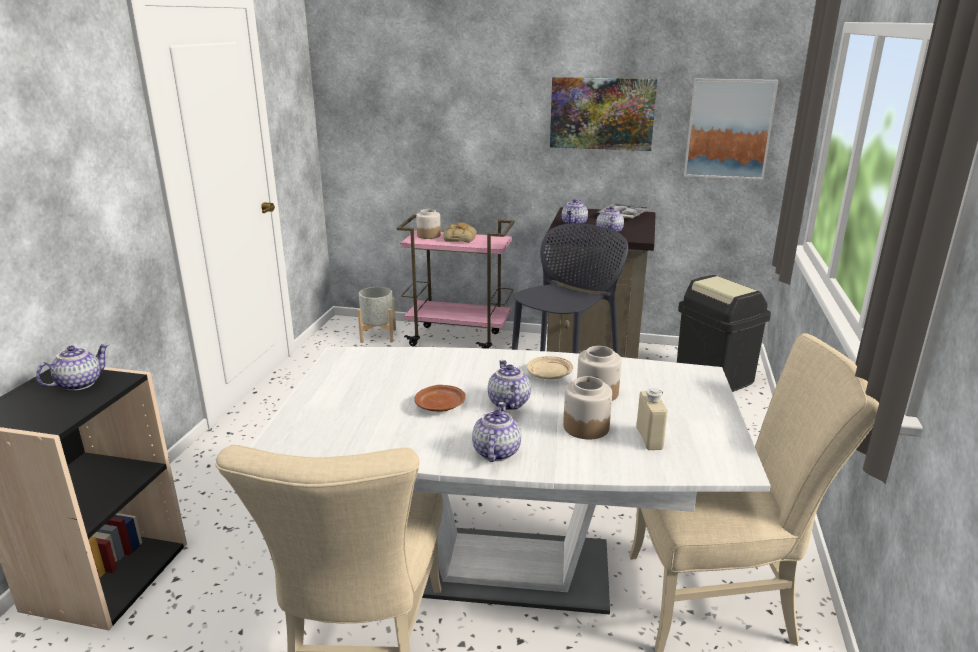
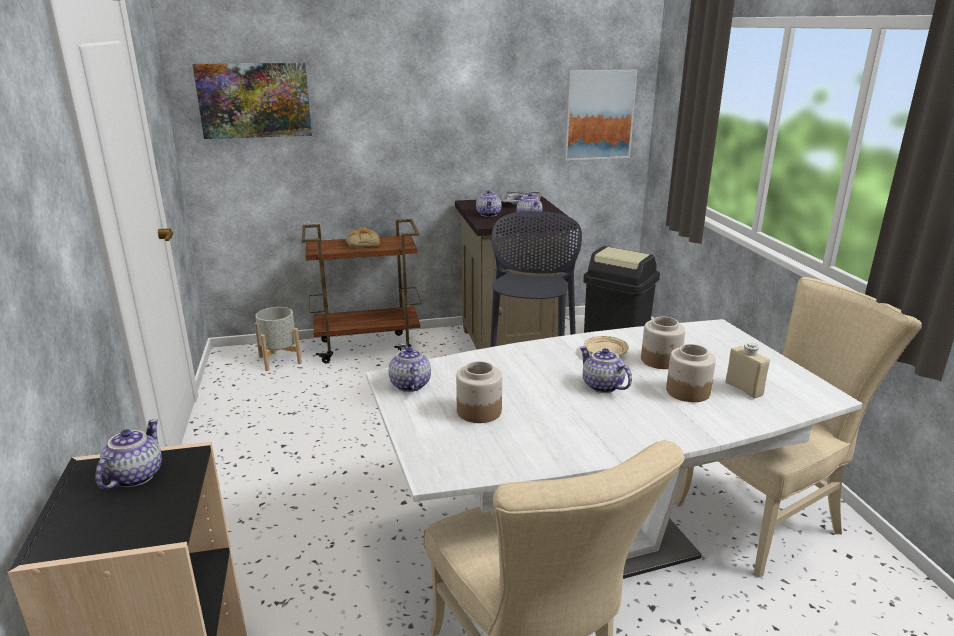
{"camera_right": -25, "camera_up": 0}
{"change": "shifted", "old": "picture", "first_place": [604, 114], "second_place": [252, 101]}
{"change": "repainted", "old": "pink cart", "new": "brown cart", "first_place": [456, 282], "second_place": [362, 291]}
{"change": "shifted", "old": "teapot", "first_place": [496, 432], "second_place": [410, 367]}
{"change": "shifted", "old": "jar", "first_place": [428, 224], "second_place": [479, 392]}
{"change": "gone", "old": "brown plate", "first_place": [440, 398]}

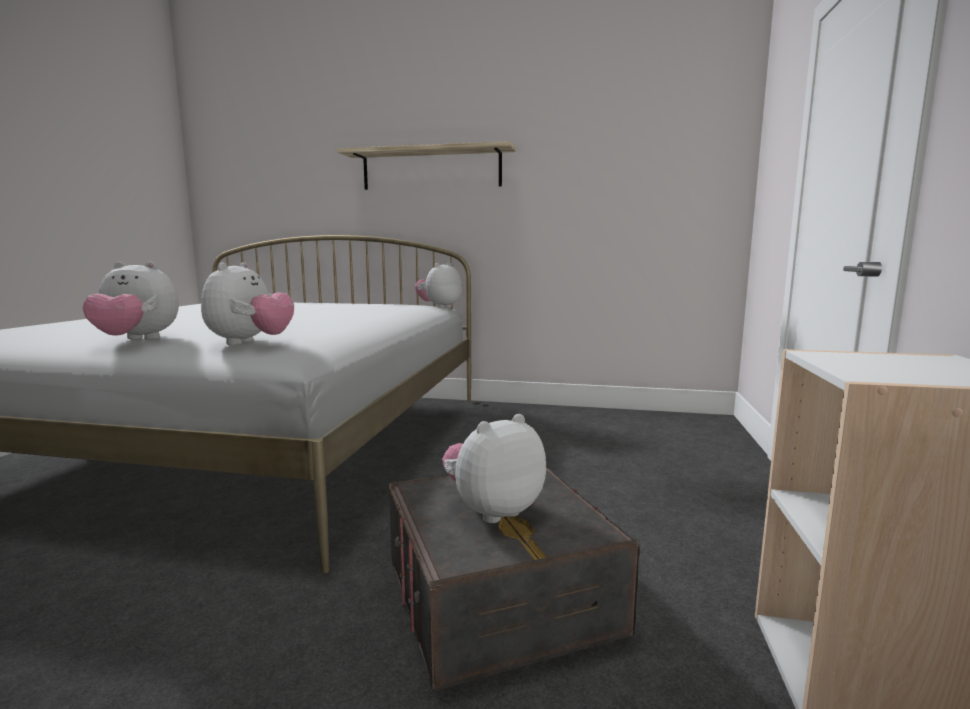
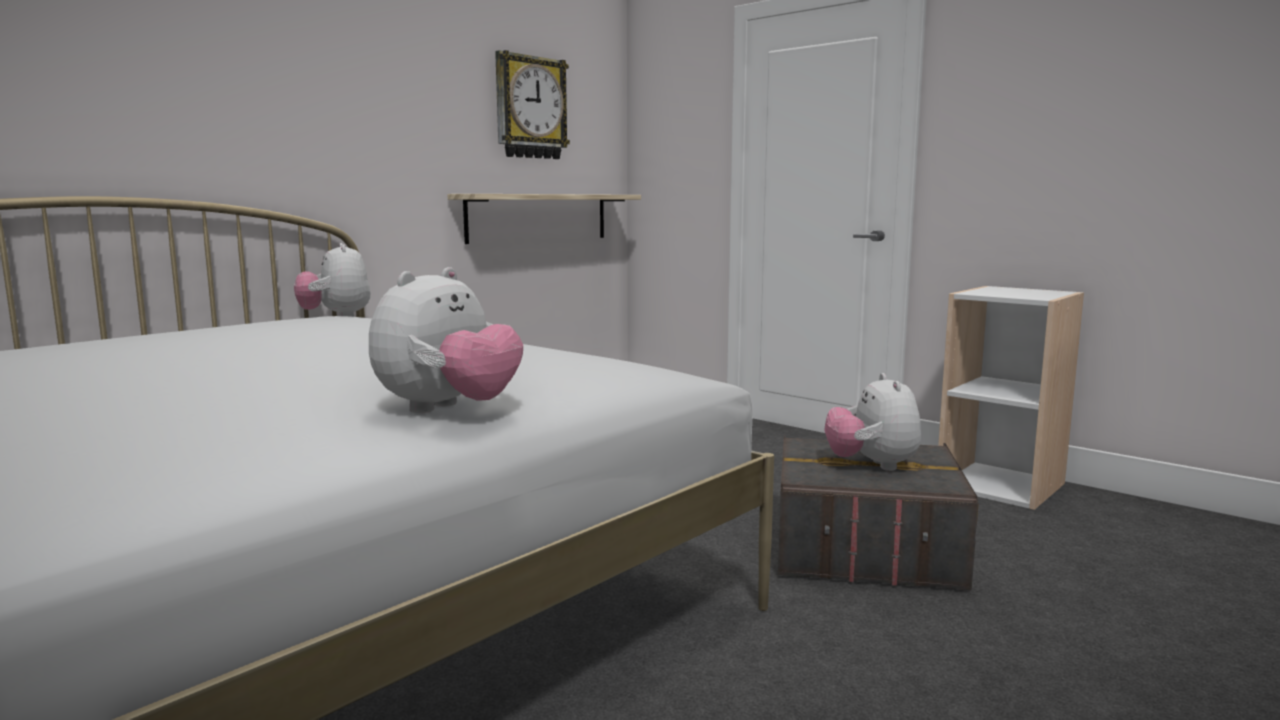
{"camera_right": -60, "camera_up": 0}
{"change": "shifted", "old": "shelf", "first_place": [426, 165], "second_place": [544, 219]}
{"change": "new", "new": "wall clock", "second_place": [532, 104]}
{"change": "gone", "old": "plush toy", "first_place": [247, 303]}

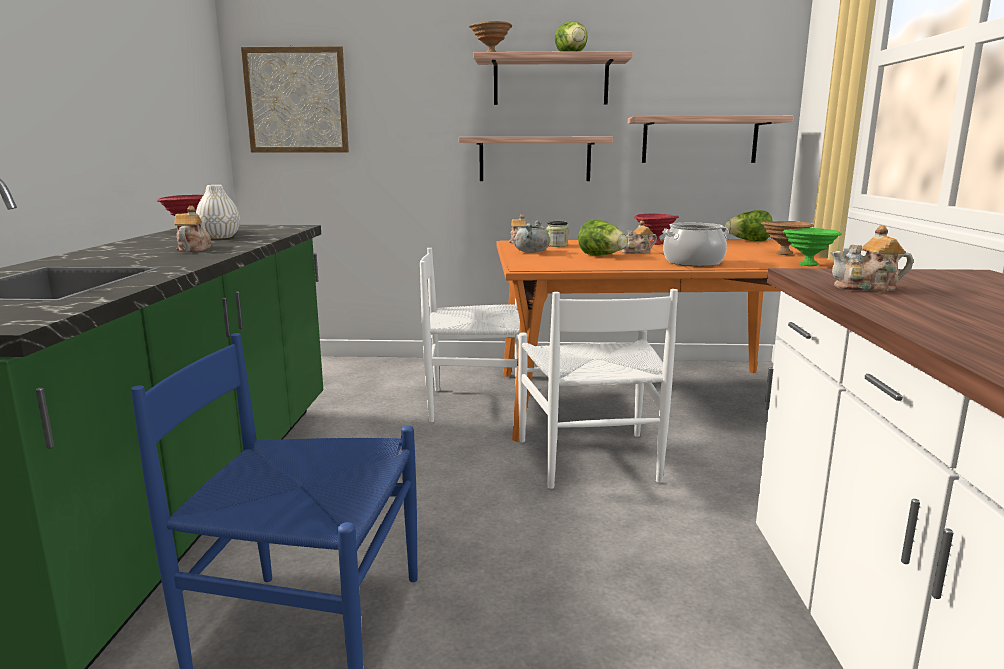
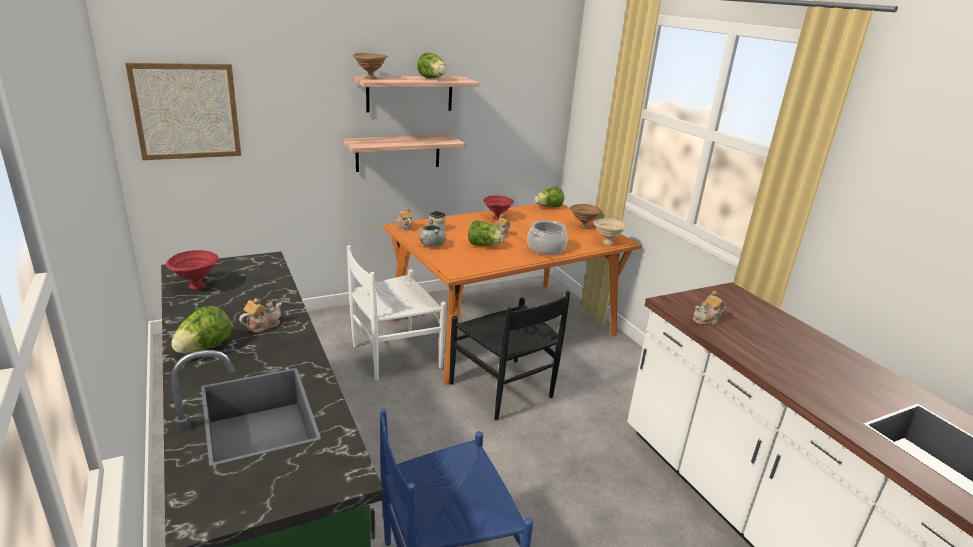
{"camera_right": -30, "camera_up": 10}
{"change": "new", "new": "lettuce", "second_place": [201, 330]}
{"change": "rotated", "old": "teapot", "first_place": [192, 229], "second_place": [260, 315], "degrees": 75}
{"change": "repainted", "old": "white chair", "new": "black chair", "first_place": [598, 389], "second_place": [510, 355]}
{"change": "repainted", "old": "green bowl", "new": "beige bowl", "first_place": [812, 247], "second_place": [610, 231]}
{"change": "gone", "old": "white vase", "first_place": [218, 212]}
{"change": "gone", "old": "shelf", "first_place": [710, 139]}

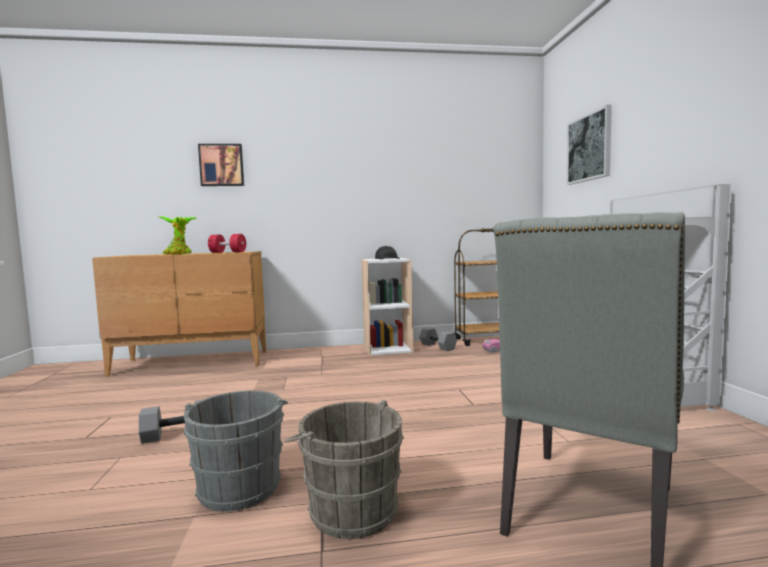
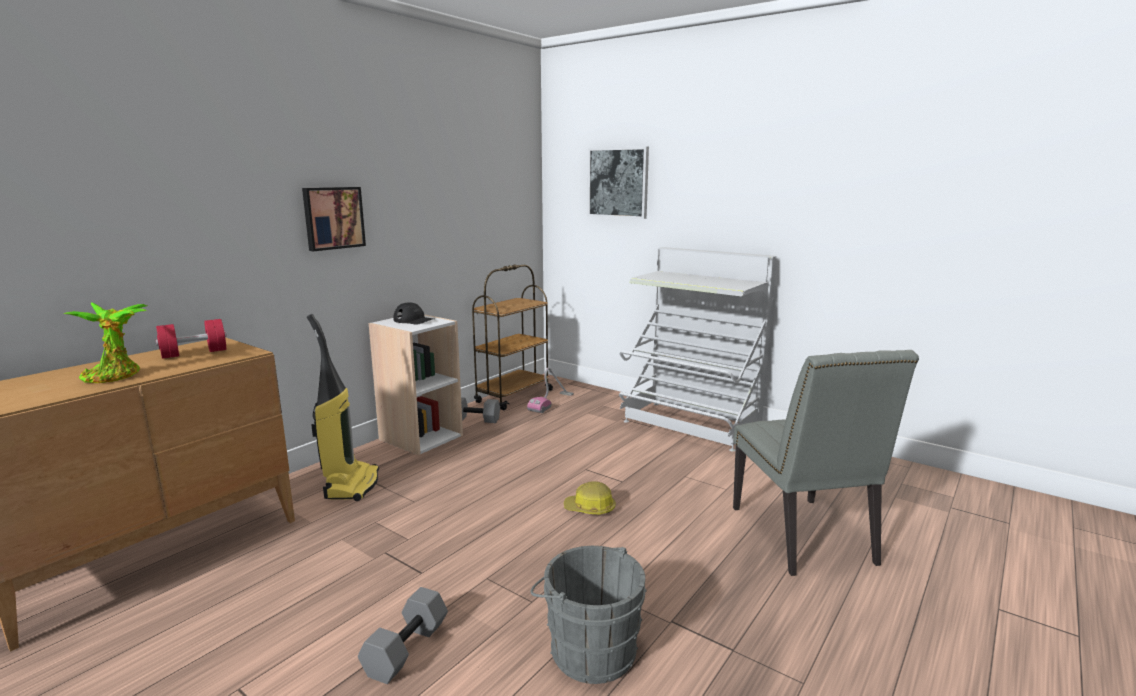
{"camera_right": -45, "camera_up": 10}
{"change": "shifted", "old": "picture", "first_place": [221, 165], "second_place": [334, 219]}
{"change": "new", "new": "vacuum cleaner", "second_place": [343, 407]}
{"change": "new", "new": "hard hat", "second_place": [590, 498]}
{"change": "gone", "old": "grey bucket", "first_place": [344, 469]}

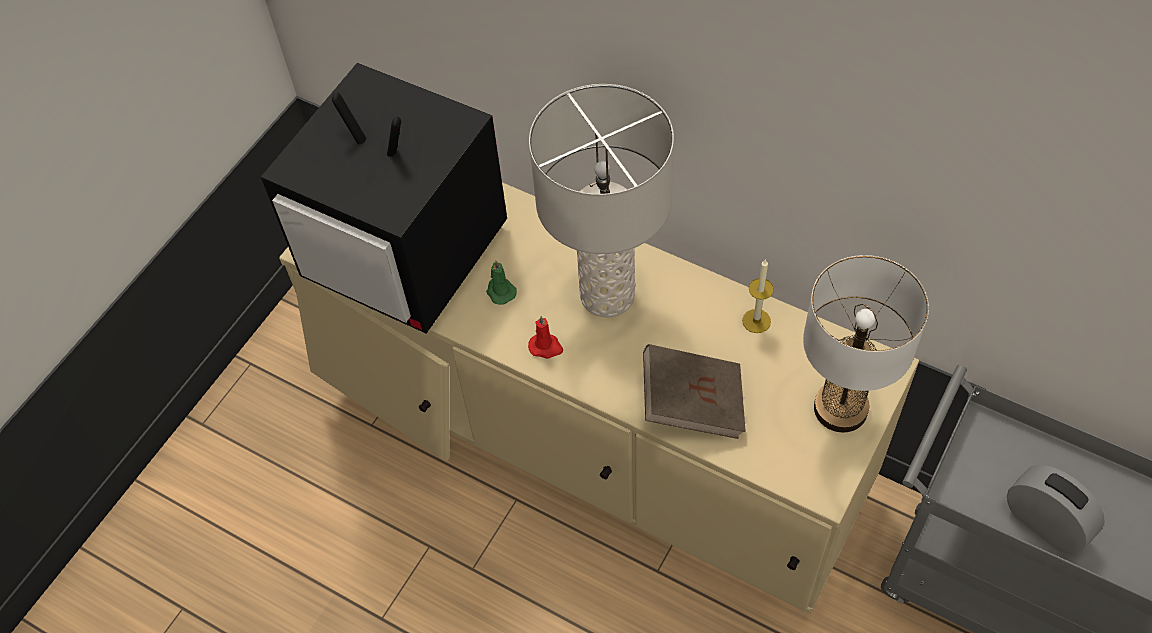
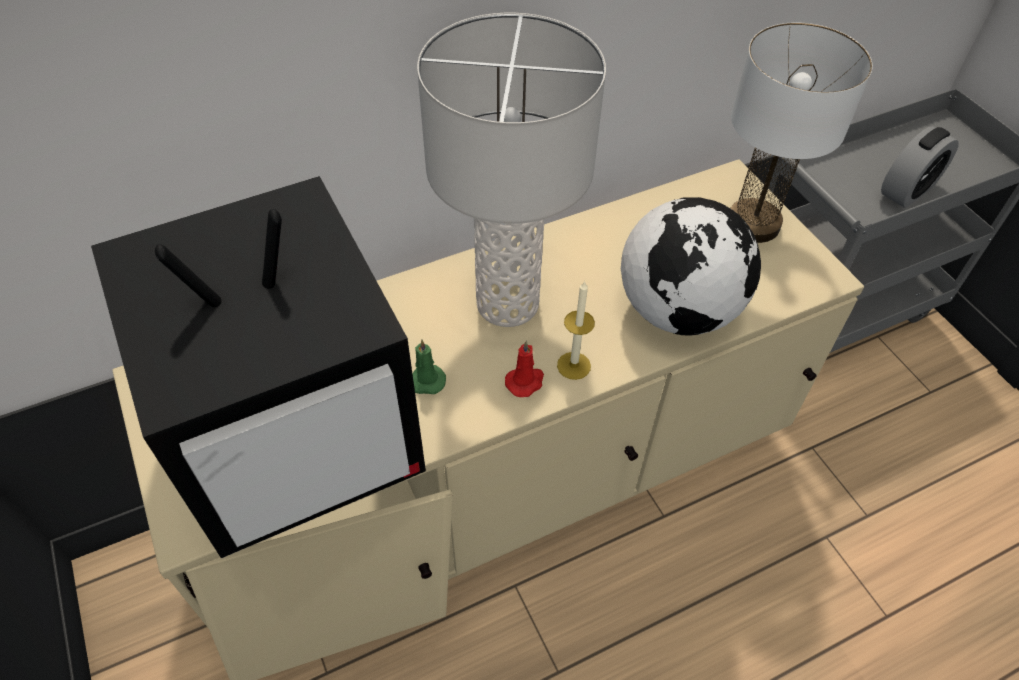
{"camera_right": -60, "camera_up": -5}
{"change": "shifted", "old": "candle", "first_place": [758, 296], "second_place": [576, 330]}
{"change": "swapped", "old": "brown book", "new": "globe", "first_place": [694, 391], "second_place": [691, 266]}
{"change": "rotated", "old": "alarm clock", "first_place": [1056, 509], "second_place": [920, 167], "degrees": 150}

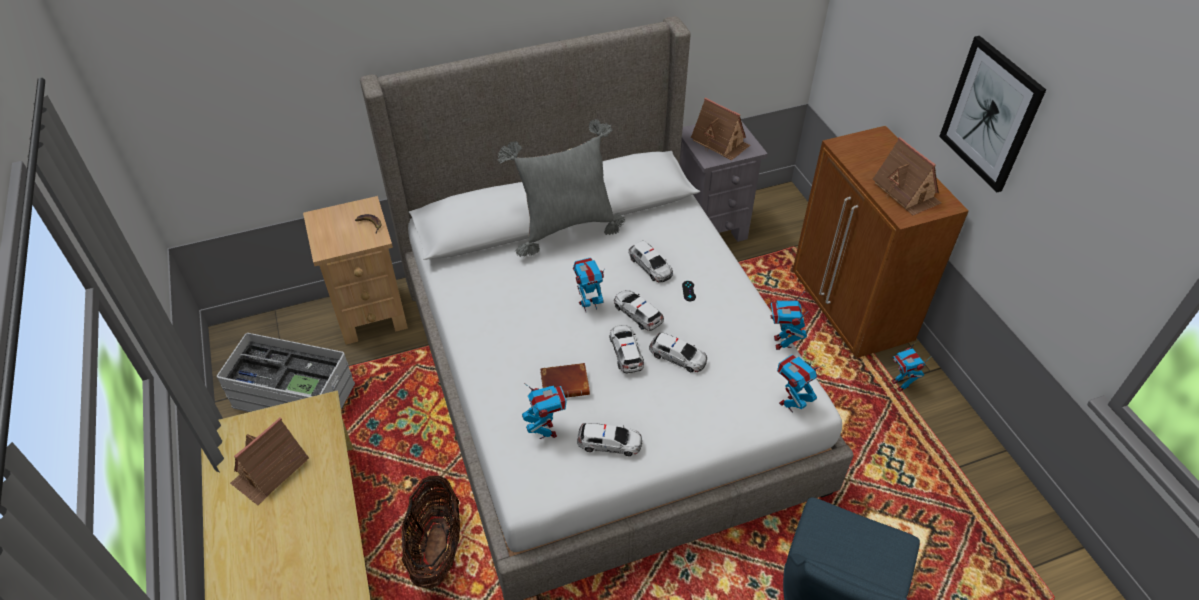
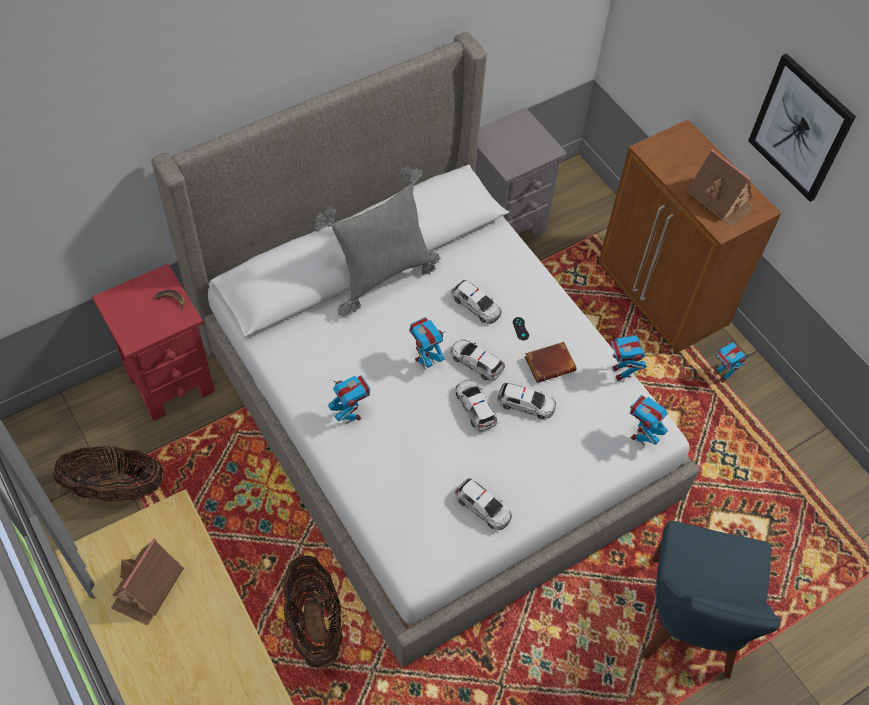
{"camera_right": -15, "camera_up": 10}
{"change": "swapped", "old": "grey storage box", "new": "basket", "first_place": [286, 372], "second_place": [108, 474]}
{"change": "repainted", "old": "beige nightstand", "new": "red nightstand", "first_place": [355, 270], "second_place": [153, 342]}
{"change": "shifted", "old": "toy robot", "first_place": [544, 411], "second_place": [349, 399]}
{"change": "rotated", "old": "toy car", "first_place": [609, 439], "second_place": [483, 504], "degrees": 45}
{"change": "shifted", "old": "brown book", "first_place": [565, 380], "second_place": [550, 362]}
{"change": "gone", "old": "toy house", "first_place": [720, 128]}

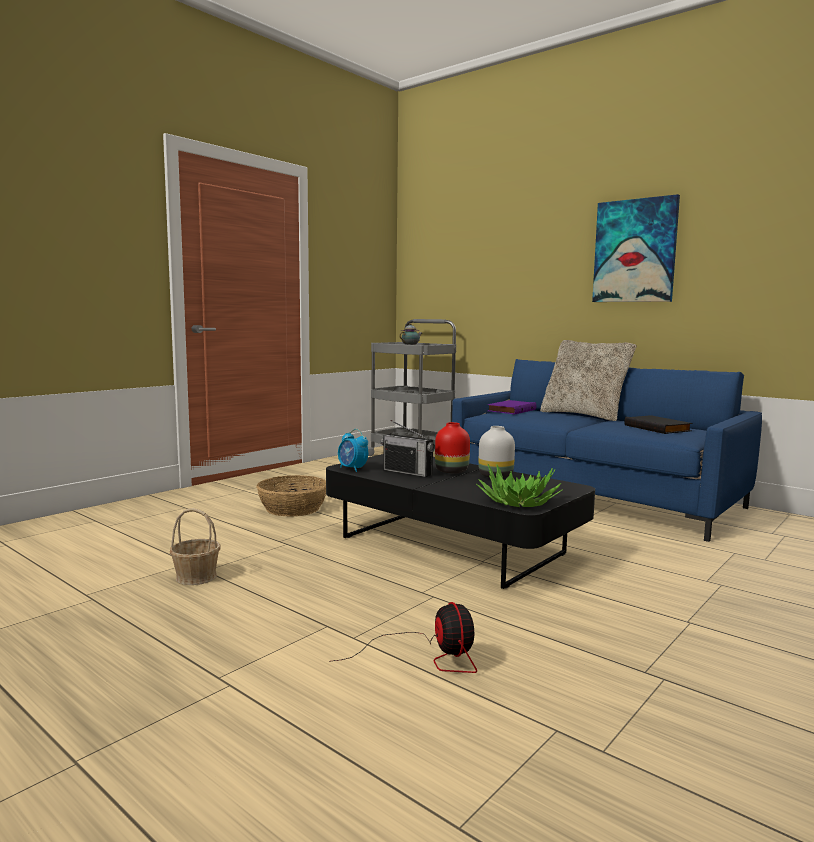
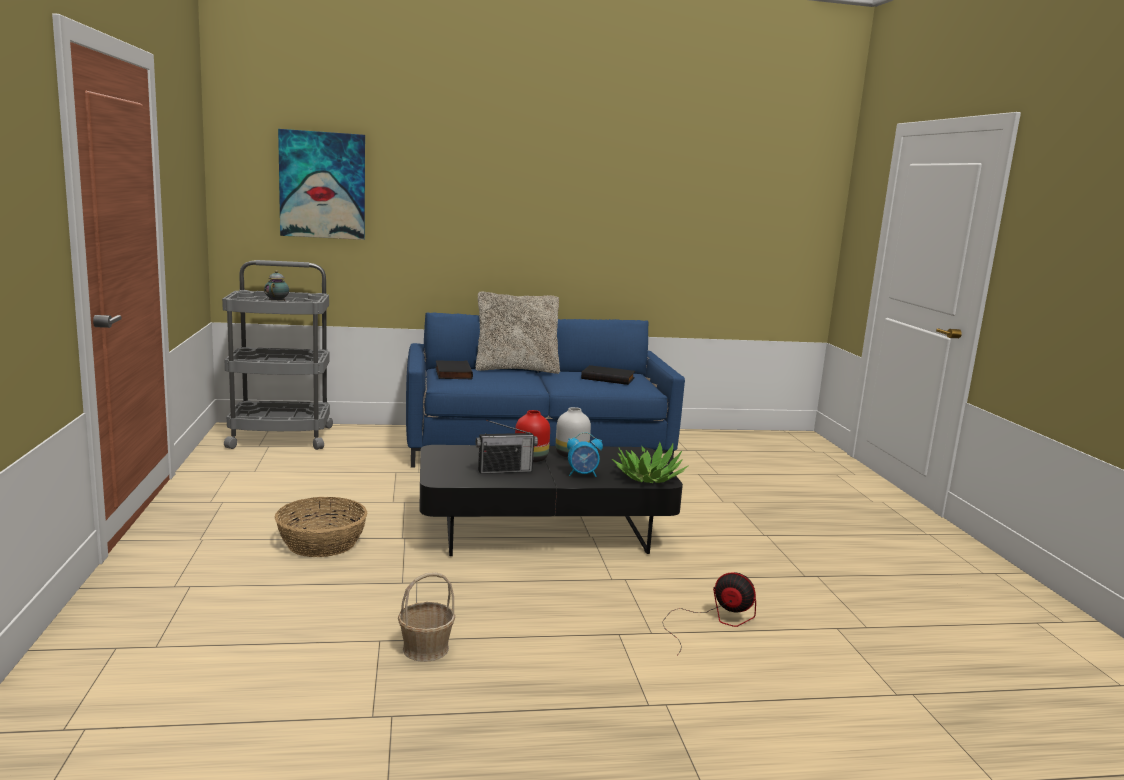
{"camera_right": -50, "camera_up": 5}
{"change": "shifted", "old": "picture", "first_place": [636, 248], "second_place": [321, 184]}
{"change": "repainted", "old": "purple book", "new": "black book", "first_place": [512, 407], "second_place": [454, 370]}
{"change": "shifted", "old": "alarm clock", "first_place": [353, 450], "second_place": [585, 454]}

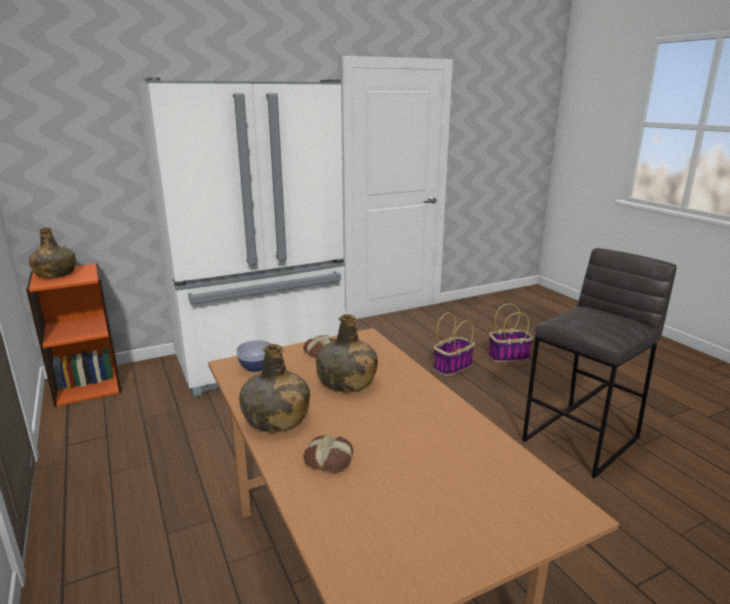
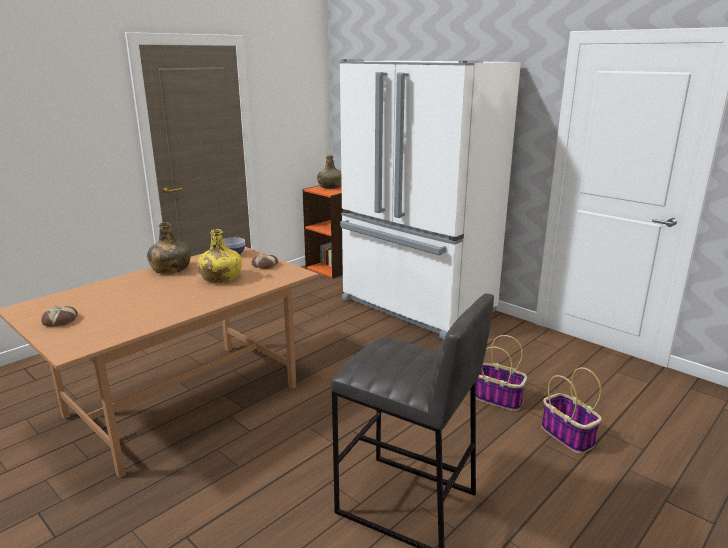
{"camera_right": 70, "camera_up": 0}
{"change": "shifted", "old": "bread", "first_place": [328, 454], "second_place": [59, 316]}
{"change": "repainted", "old": "green bottle", "new": "yellow bottle", "first_place": [347, 353], "second_place": [219, 256]}

